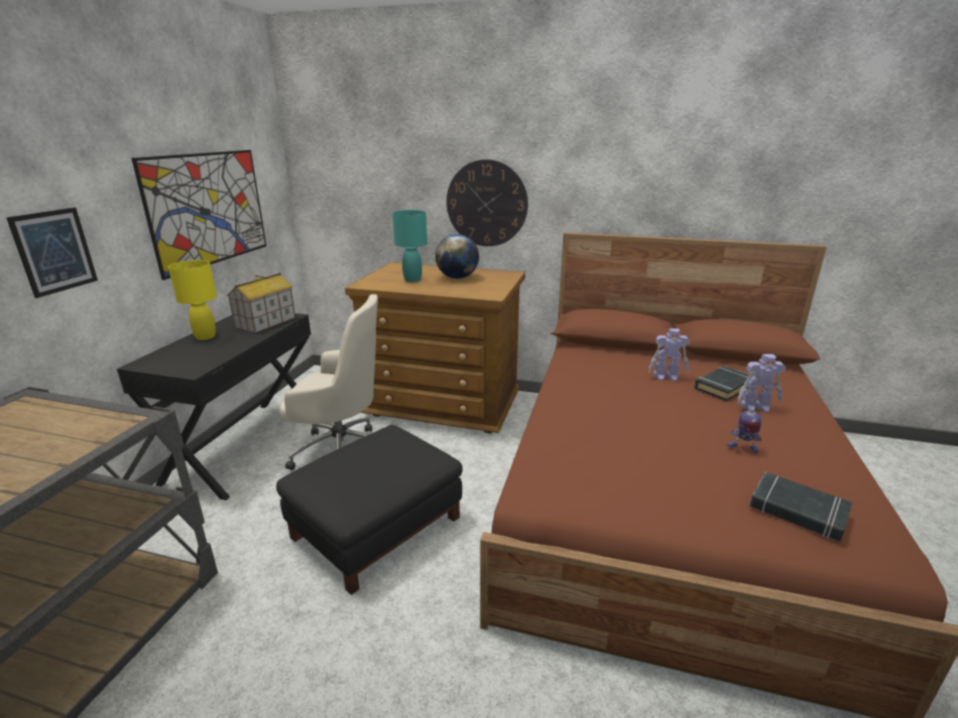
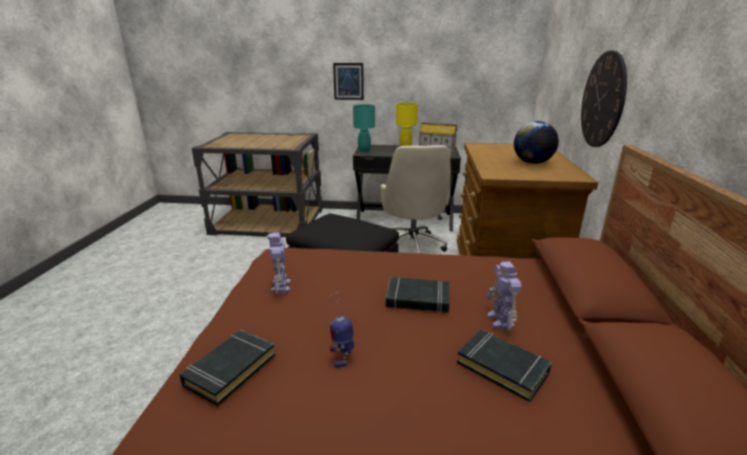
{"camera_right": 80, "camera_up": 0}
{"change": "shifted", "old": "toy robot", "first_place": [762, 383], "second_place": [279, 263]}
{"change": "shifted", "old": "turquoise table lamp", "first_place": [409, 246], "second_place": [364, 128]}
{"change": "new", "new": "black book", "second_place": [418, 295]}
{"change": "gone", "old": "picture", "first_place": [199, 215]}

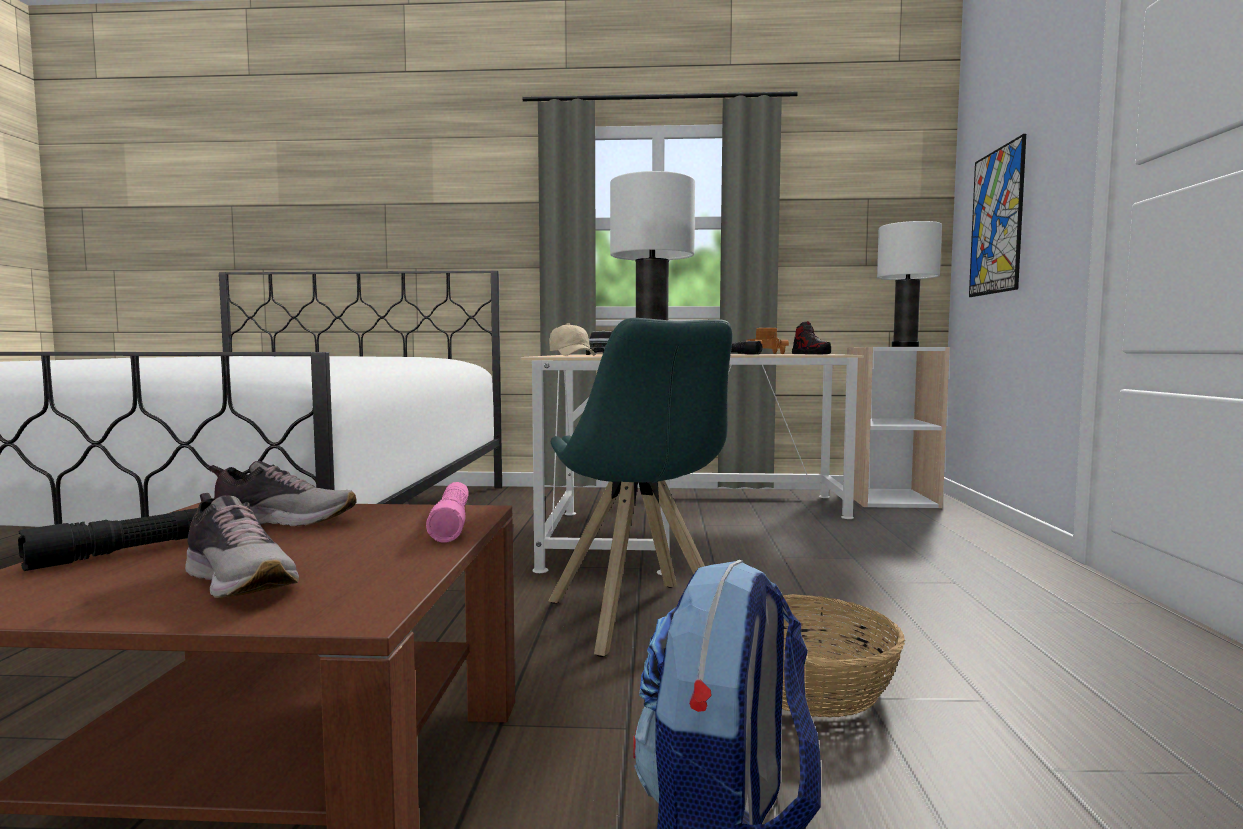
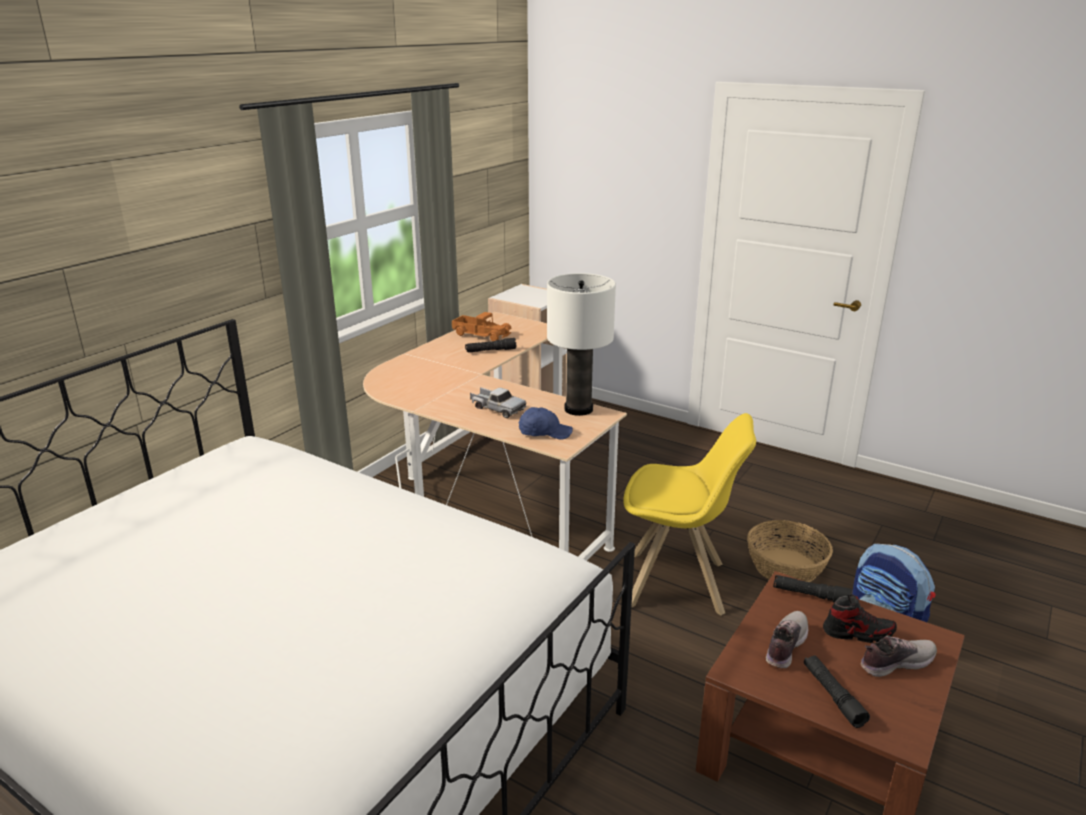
{"camera_right": -60, "camera_up": 20}
{"change": "repainted", "old": "beige cap", "new": "blue cap", "first_place": [572, 340], "second_place": [546, 423]}
{"change": "repainted", "old": "turquoise chair", "new": "yellow chair", "first_place": [641, 487], "second_place": [689, 514]}
{"change": "repainted", "old": "pink flashlight", "new": "black flashlight", "first_place": [447, 512], "second_place": [812, 588]}
{"change": "shifted", "old": "shoe", "first_place": [811, 337], "second_place": [860, 618]}
{"change": "gone", "old": "white table lamp", "first_place": [909, 284]}
{"change": "gone", "old": "picture", "first_place": [997, 215]}

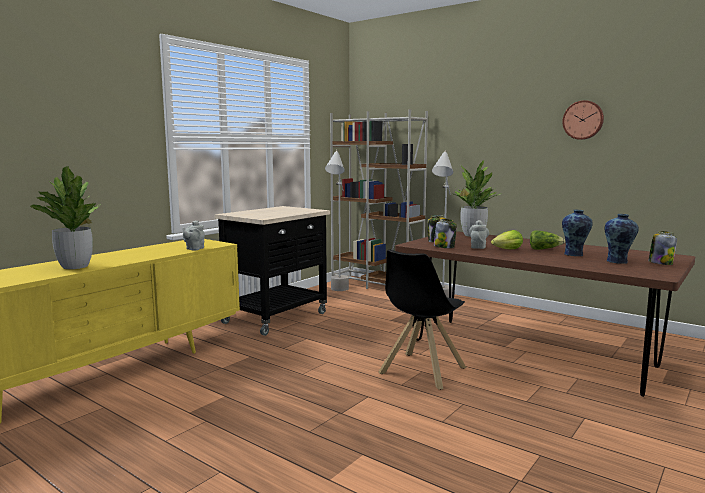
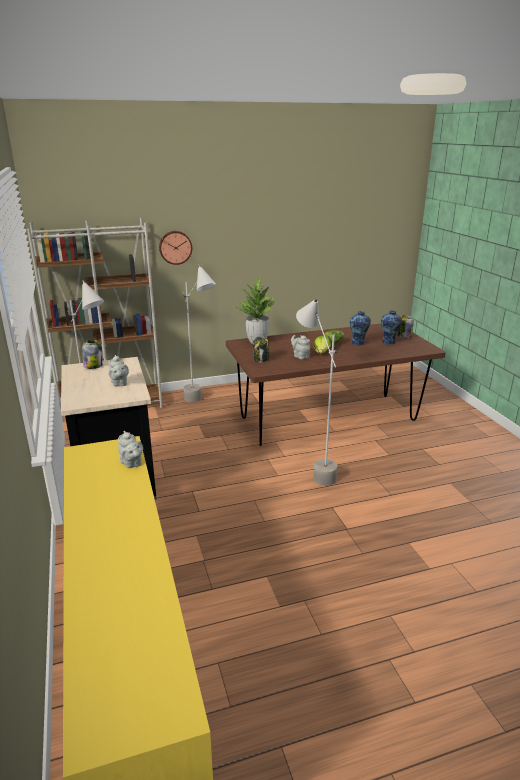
{"camera_right": -55, "camera_up": 15}
{"change": "shifted", "old": "jar", "first_place": [445, 233], "second_place": [92, 354]}
{"change": "new", "new": "grey teapot", "second_place": [118, 370]}
{"change": "shifted", "old": "wall clock", "first_place": [583, 120], "second_place": [175, 248]}
{"change": "swapped", "old": "black chair", "new": "grey floor lamp", "first_place": [422, 320], "second_place": [317, 392]}
{"change": "gone", "old": "potted plant", "first_place": [65, 217]}

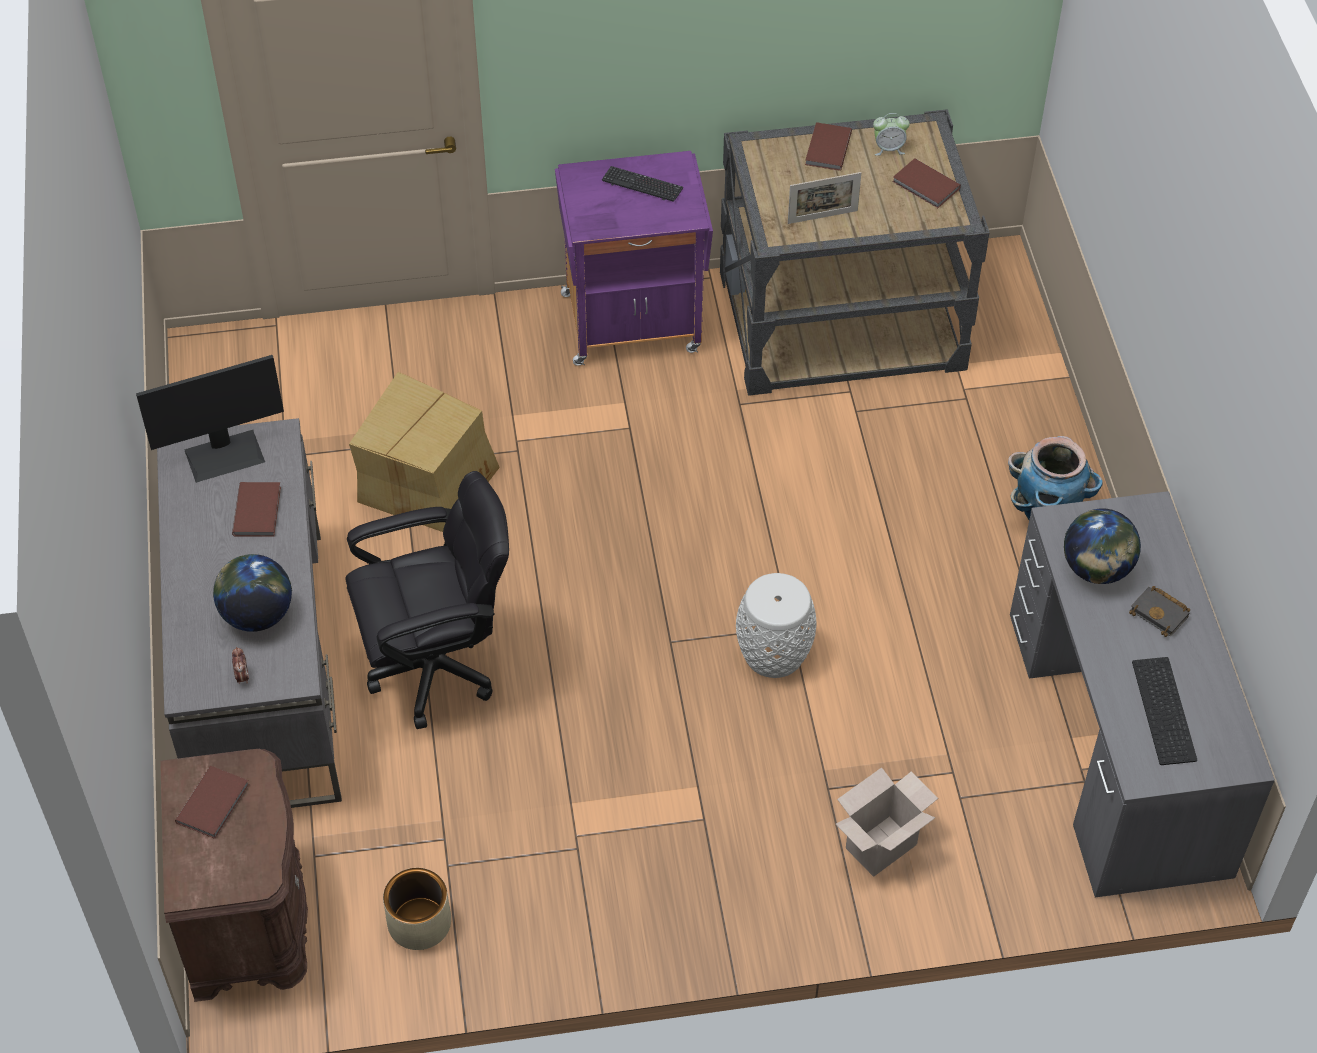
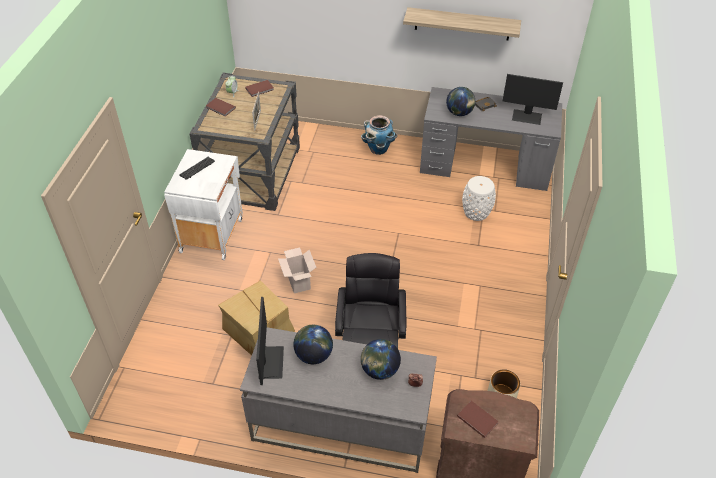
{"camera_right": -70, "camera_up": -5}
{"change": "repainted", "old": "purple cart", "new": "white cart", "first_place": [634, 258], "second_place": [203, 204]}
{"change": "shifted", "old": "cardboard box", "first_place": [887, 822], "second_place": [297, 270]}
{"change": "swapped", "old": "brown book", "new": "globe", "first_place": [256, 509], "second_place": [313, 344]}
{"change": "new", "new": "shelf", "second_place": [462, 24]}
{"change": "shifted", "old": "white stool", "first_place": [776, 625], "second_place": [479, 198]}
{"change": "swapped", "old": "keyboard", "new": "monitor", "first_place": [1164, 711], "second_place": [532, 99]}

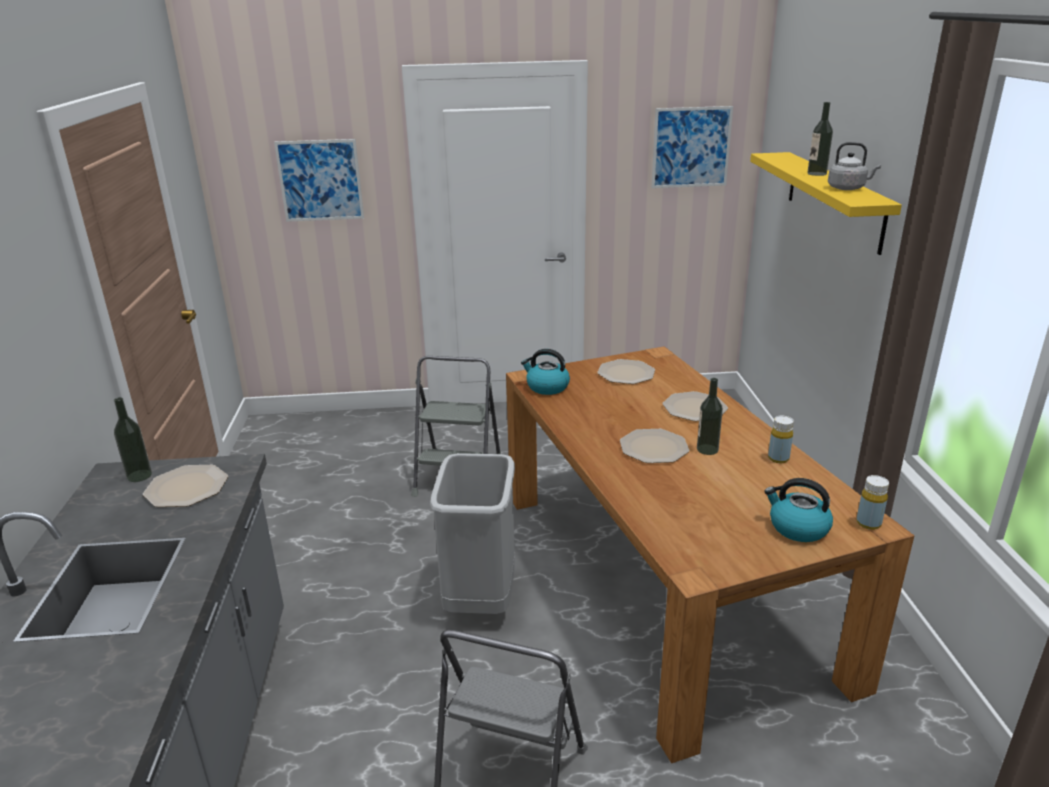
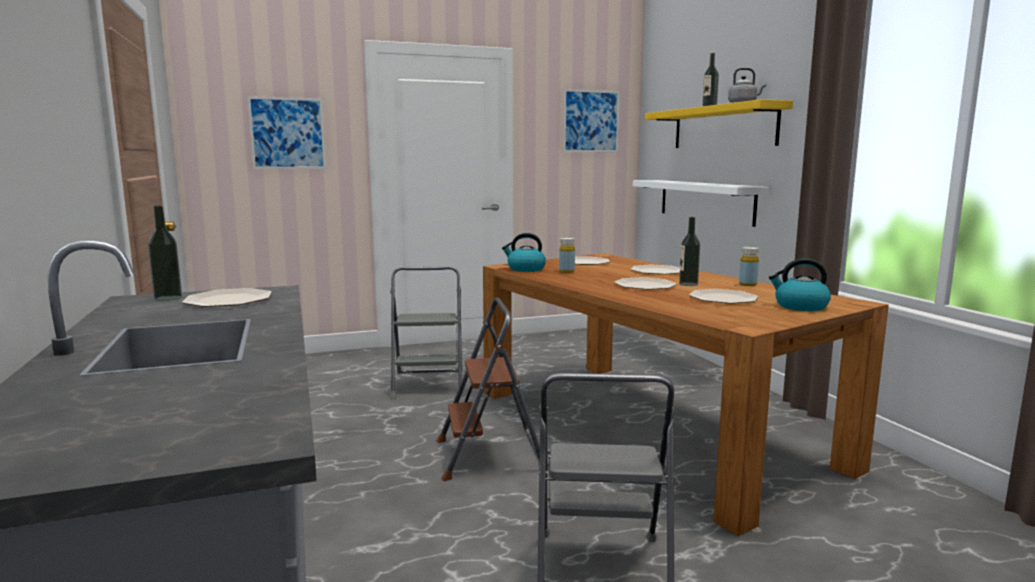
{"camera_right": -15, "camera_up": -15}
{"change": "swapped", "old": "grey trash can", "new": "brown step ladder", "first_place": [472, 533], "second_place": [488, 389]}
{"change": "shifted", "old": "yellow bottle", "first_place": [872, 502], "second_place": [567, 255]}
{"change": "new", "new": "white shelf", "second_place": [701, 203]}
{"change": "new", "new": "plate", "second_place": [723, 296]}

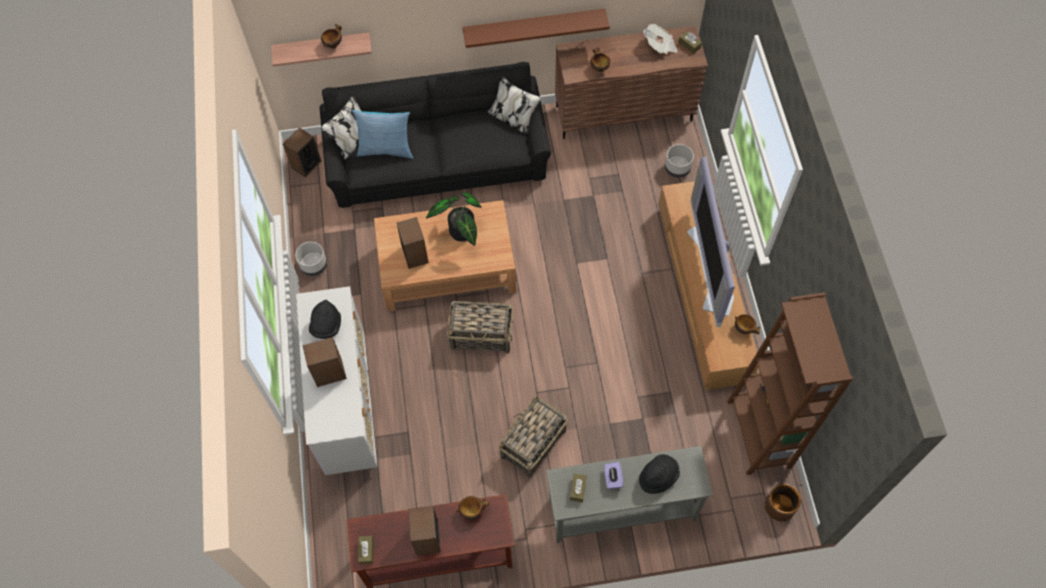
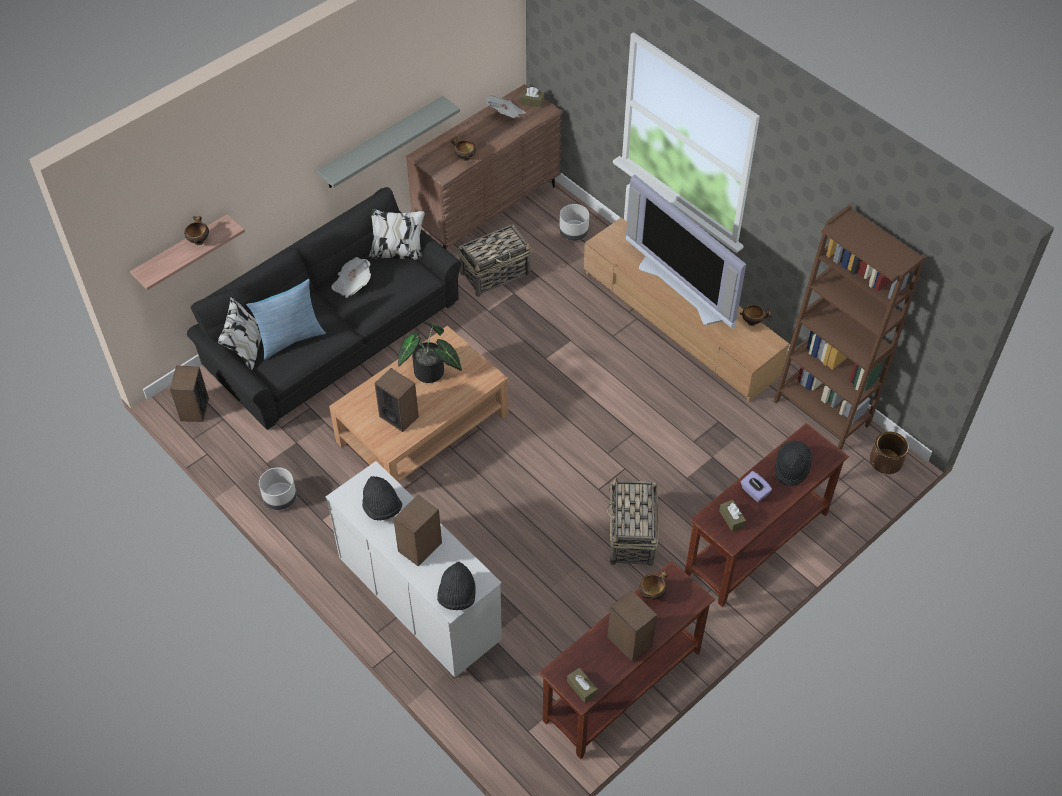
{"camera_right": -35, "camera_up": -10}
{"change": "repainted", "old": "brown shelf", "new": "grey shelf", "first_place": [536, 28], "second_place": [388, 142]}
{"change": "new", "new": "newspaper", "second_place": [351, 277]}
{"change": "new", "new": "black hat", "second_place": [456, 586]}
{"change": "shifted", "old": "basket", "first_place": [480, 327], "second_place": [495, 261]}
{"change": "repainted", "old": "grey console table", "new": "brown console table", "first_place": [629, 494], "second_place": [767, 515]}

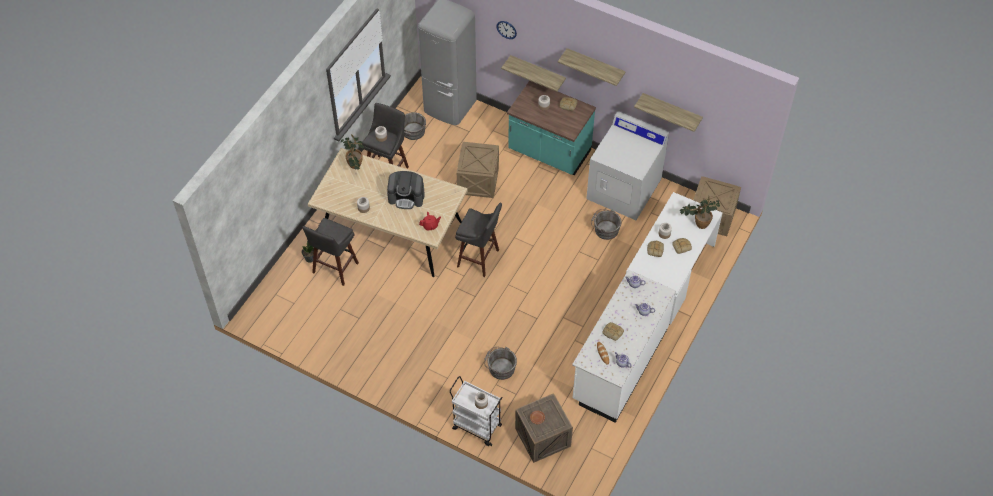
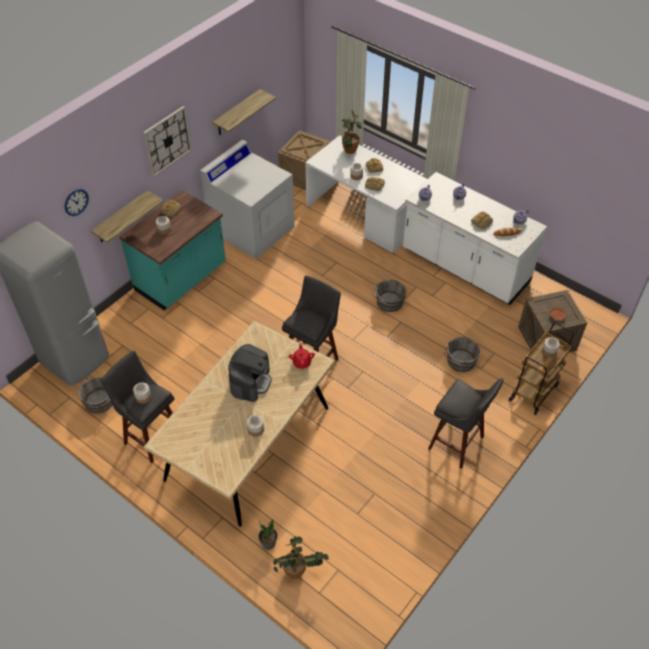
{"camera_right": -80, "camera_up": -5}
{"change": "swapped", "old": "shelf", "new": "wall clock", "first_place": [592, 67], "second_place": [167, 141]}
{"change": "shifted", "old": "potted plant", "first_place": [352, 151], "second_place": [301, 557]}
{"change": "shifted", "old": "grey bucket", "first_place": [606, 224], "second_place": [389, 296]}
{"change": "shifted", "old": "grey stool", "first_place": [330, 252], "second_place": [465, 423]}
{"change": "repainted", "old": "white cart", "new": "brown cart", "first_place": [476, 411], "second_place": [541, 369]}
{"change": "gone", "old": "crate", "first_place": [478, 170]}

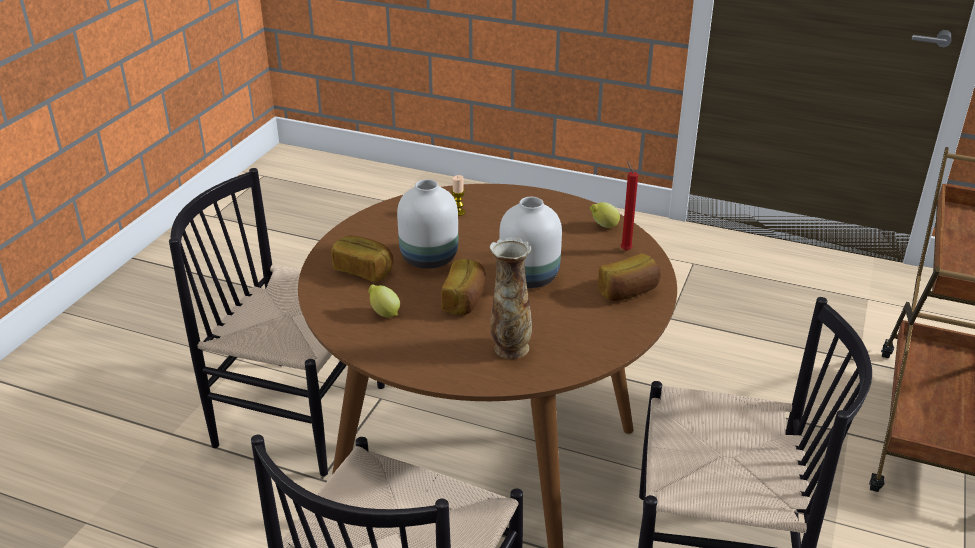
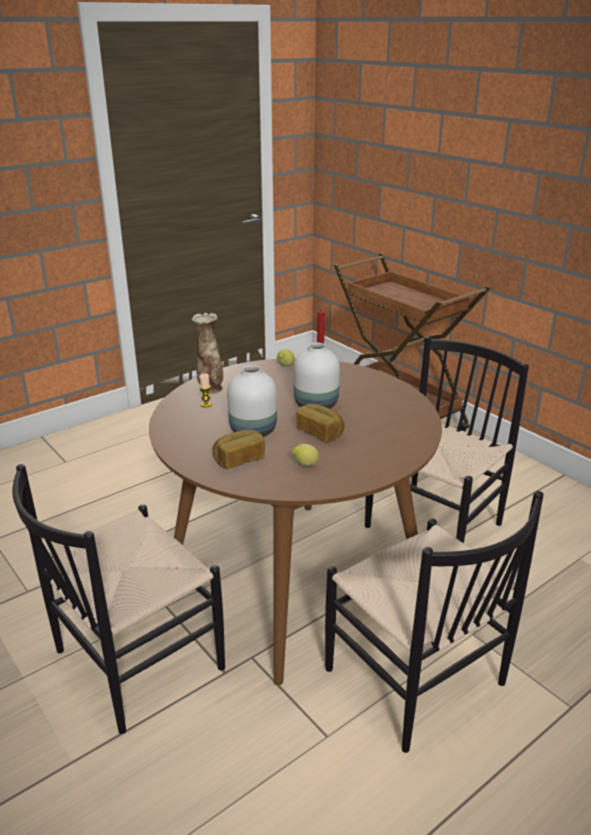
{"camera_right": -60, "camera_up": -5}
{"change": "shifted", "old": "vase", "first_place": [511, 298], "second_place": [207, 353]}
{"change": "gone", "old": "bread", "first_place": [629, 277]}

